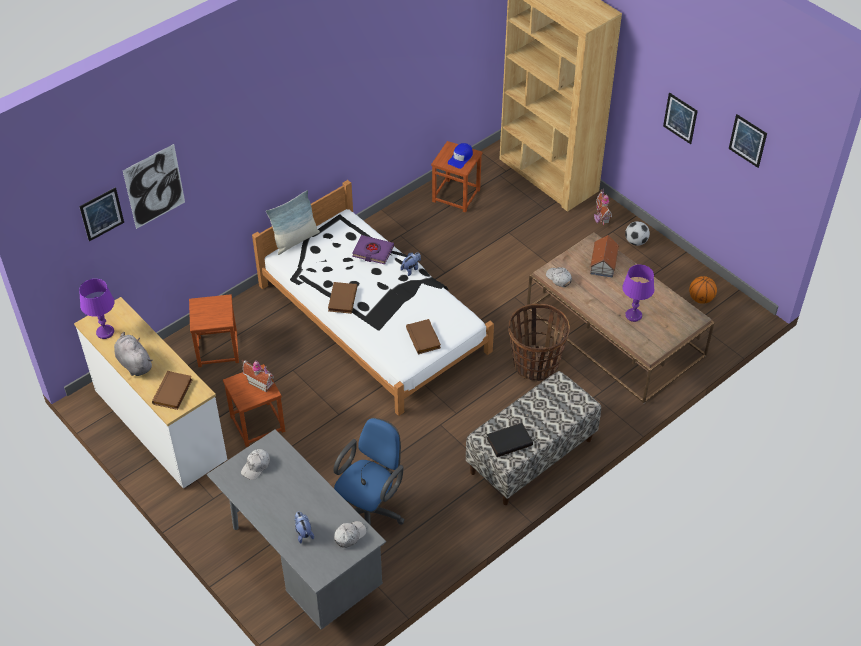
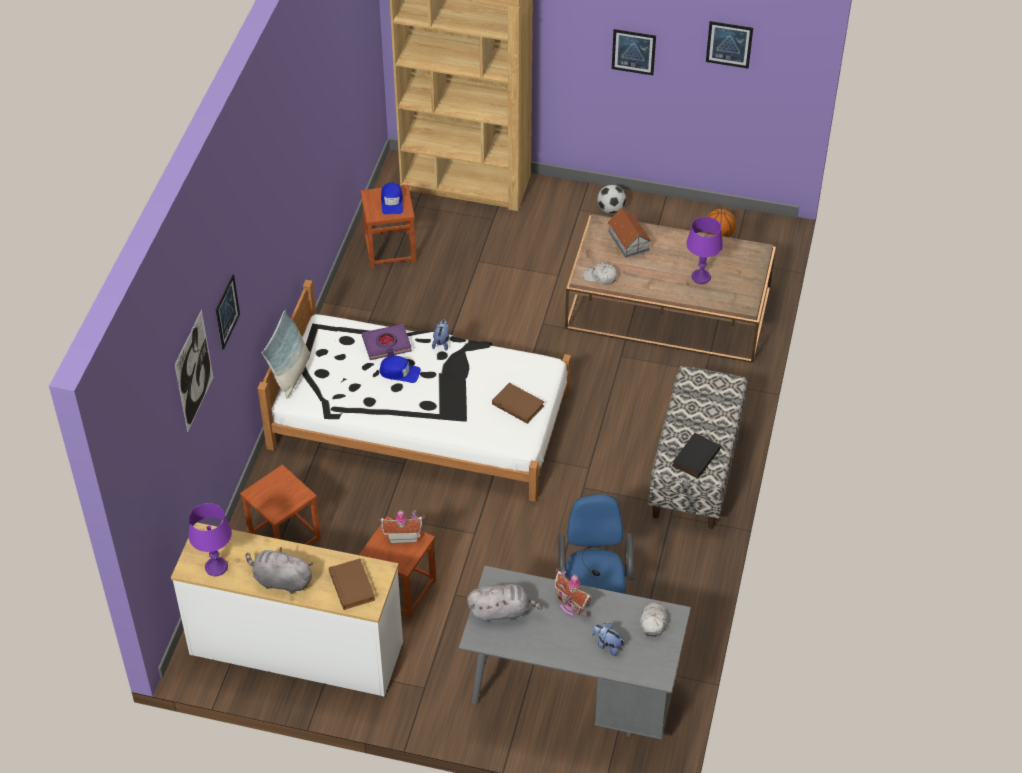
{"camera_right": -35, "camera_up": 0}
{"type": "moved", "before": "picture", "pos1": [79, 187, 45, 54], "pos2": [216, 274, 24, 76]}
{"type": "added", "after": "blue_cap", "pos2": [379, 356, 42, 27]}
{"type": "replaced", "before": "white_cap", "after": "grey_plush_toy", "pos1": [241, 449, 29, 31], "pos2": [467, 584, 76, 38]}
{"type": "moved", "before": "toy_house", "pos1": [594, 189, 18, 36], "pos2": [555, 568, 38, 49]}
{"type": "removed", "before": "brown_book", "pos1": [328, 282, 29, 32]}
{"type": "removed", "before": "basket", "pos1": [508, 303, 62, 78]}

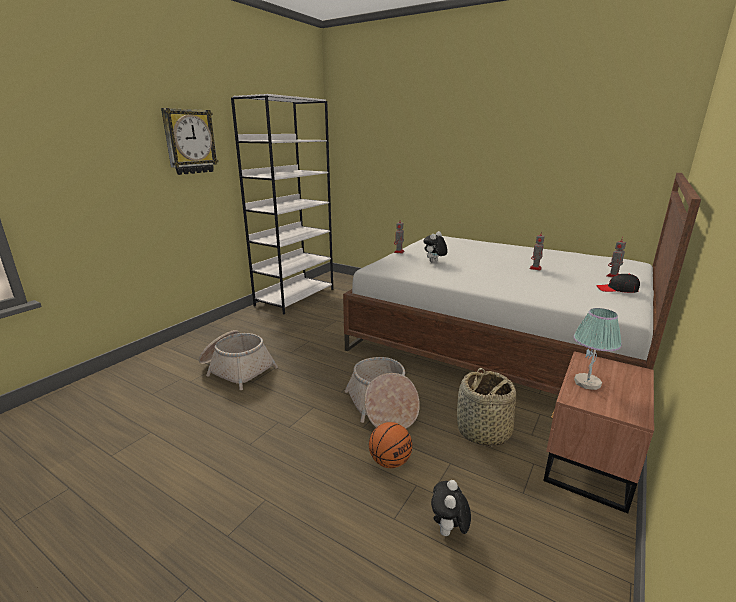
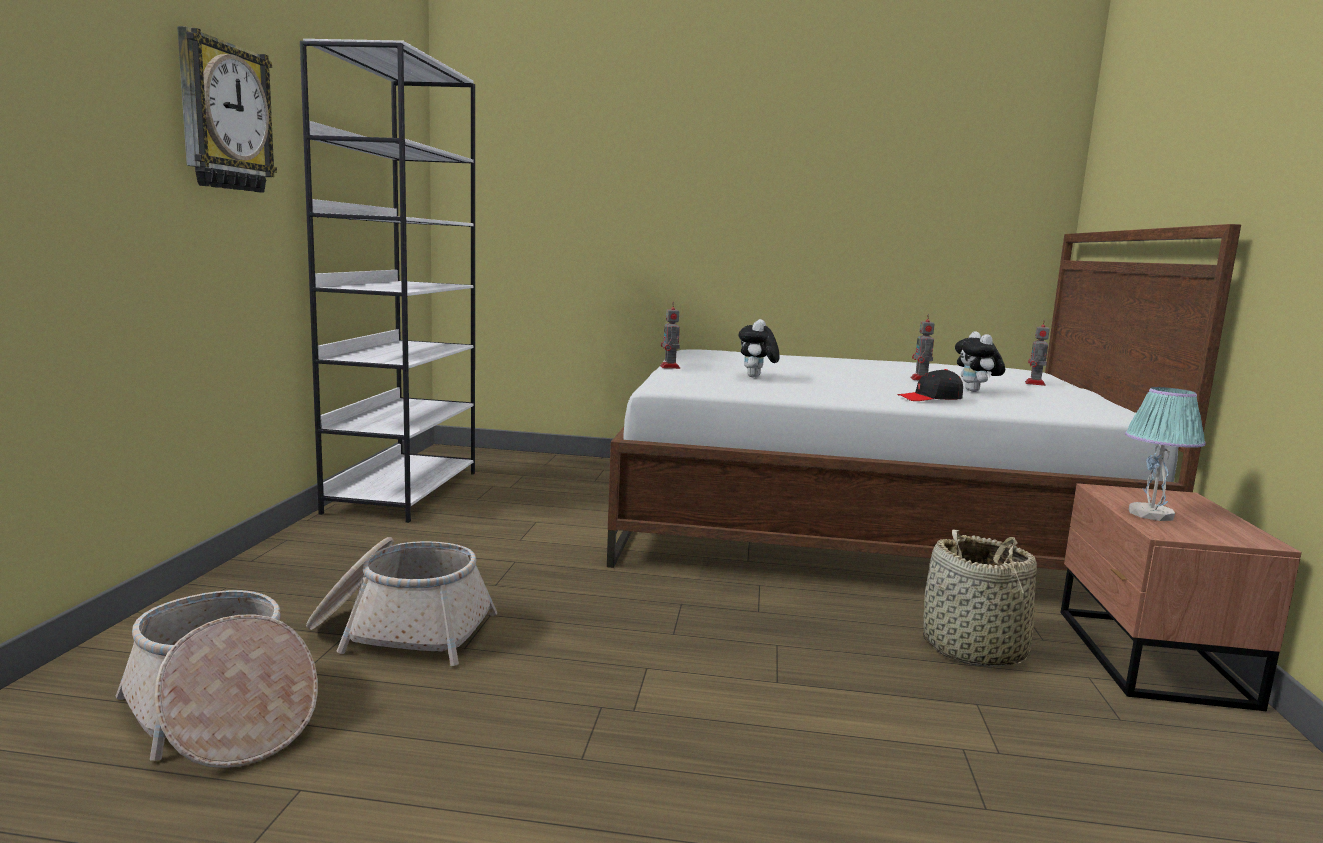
{"camera_right": -25, "camera_up": -10}
{"type": "moved", "before": "basket", "pos1": [345, 357, 75, 72], "pos2": [116, 590, 202, 178]}
{"type": "moved", "before": "black_cap", "pos1": [597, 274, 43, 19], "pos2": [897, 369, 66, 32]}
{"type": "moved", "before": "plush_toy", "pos1": [431, 480, 40, 56], "pos2": [955, 331, 50, 61]}
{"type": "removed", "before": "basketball", "pos1": [369, 422, 43, 46]}

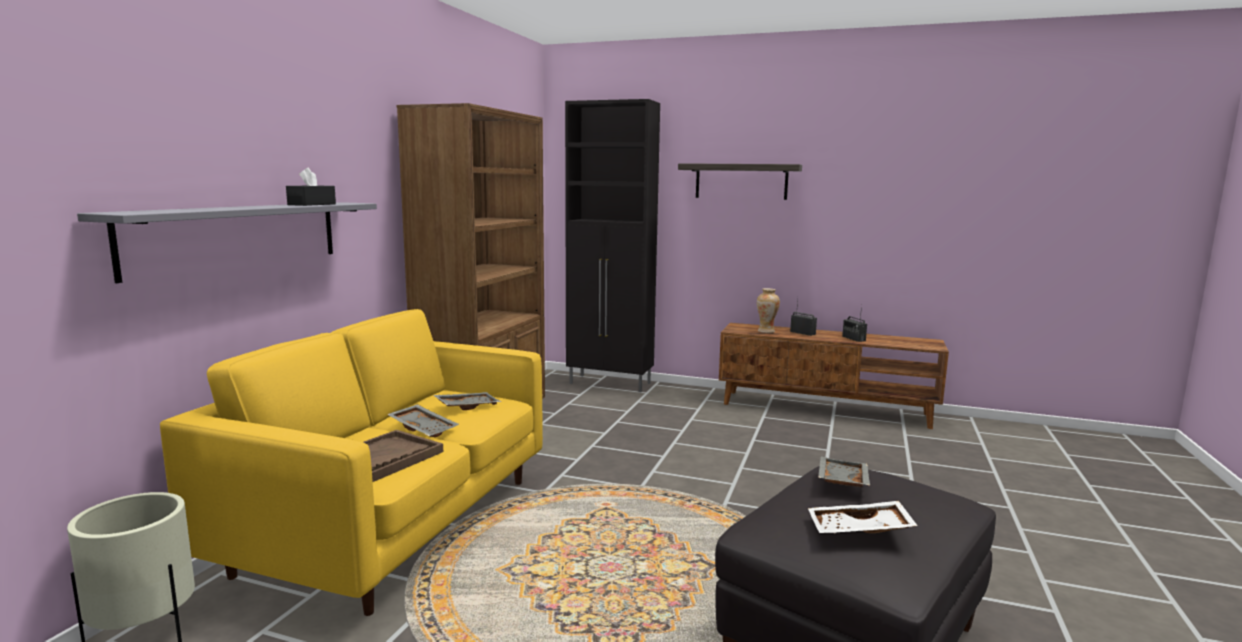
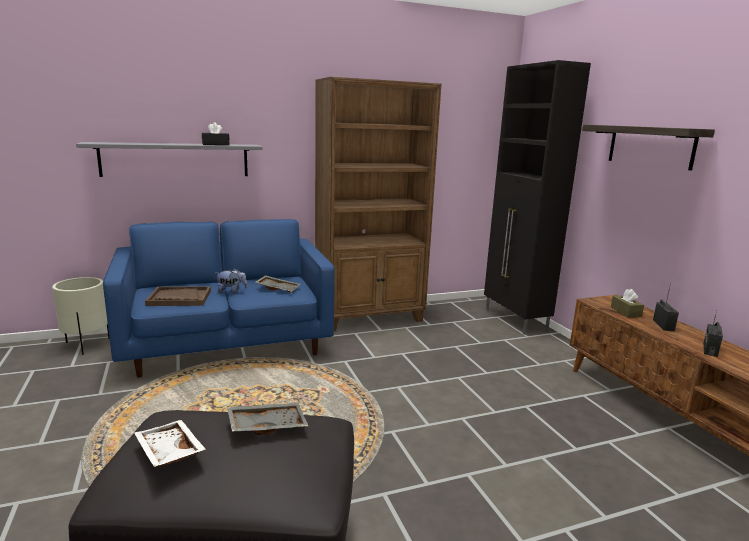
{"camera_right": 50, "camera_up": 5}
{"type": "recoloured", "before": "yellow_sofa", "after": "blue_sofa", "pos1": [160, 309, 383, 307], "pos2": [103, 219, 232, 159]}
{"type": "replaced", "before": "grey_tray", "after": "plush_toy", "pos1": [387, 404, 72, 33], "pos2": [215, 268, 33, 26]}
{"type": "replaced", "before": "vase", "after": "brown_tissue_box", "pos1": [757, 288, 23, 45], "pos2": [611, 289, 33, 28]}

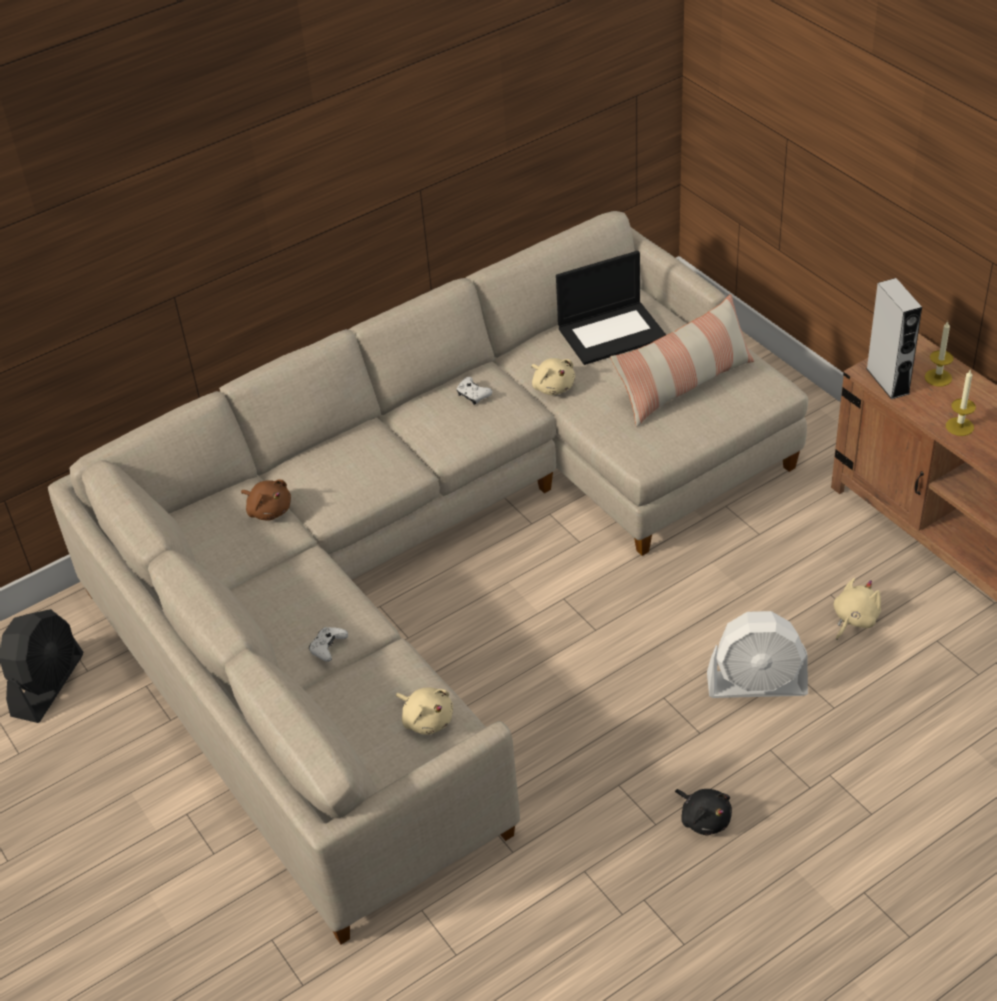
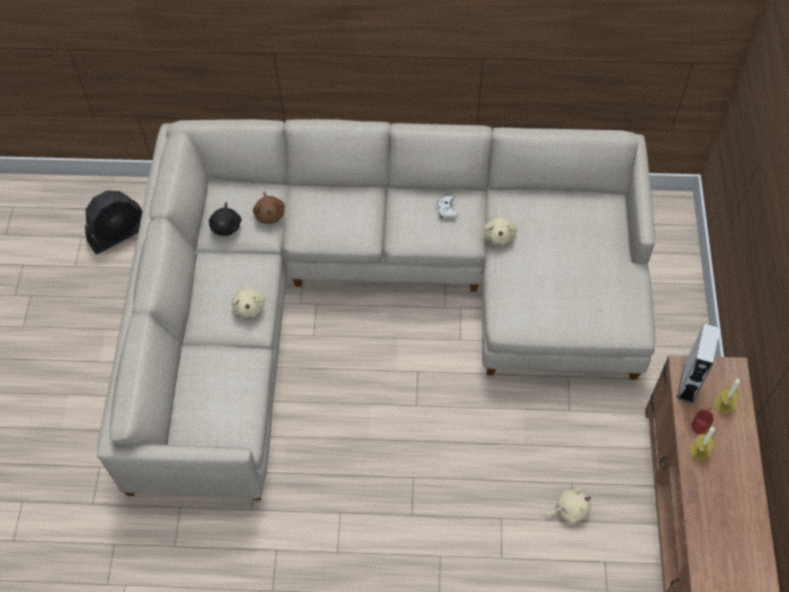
{"camera_right": 35, "camera_up": 15}
{"type": "moved", "before": "black_plush_toy", "pos1": [675, 789, 57, 46], "pos2": [209, 202, 32, 34]}
{"type": "moved", "before": "beige_plush_toy", "pos1": [396, 687, 57, 48], "pos2": [232, 282, 33, 36]}
{"type": "added", "after": "red_mug", "pos2": [691, 408, 23, 26]}
{"type": "removed", "before": "white_game_controller", "pos1": [309, 627, 39, 35]}
{"type": "removed", "before": "laptop", "pos1": [556, 251, 110, 114]}
{"type": "removed", "before": "pillow", "pos1": [610, 294, 144, 133]}
{"type": "removed", "before": "white_fan", "pos1": [707, 611, 101, 87]}

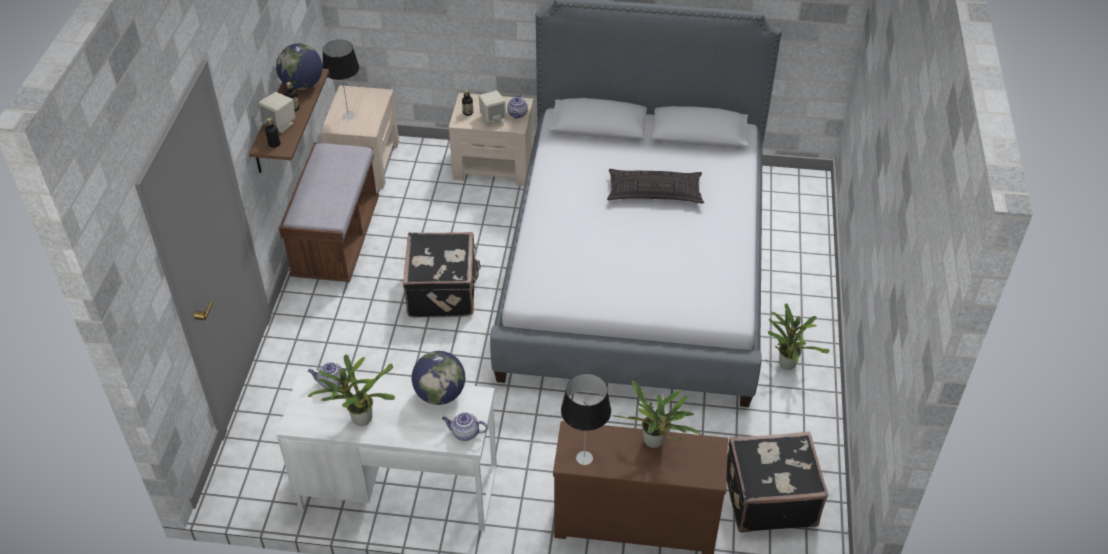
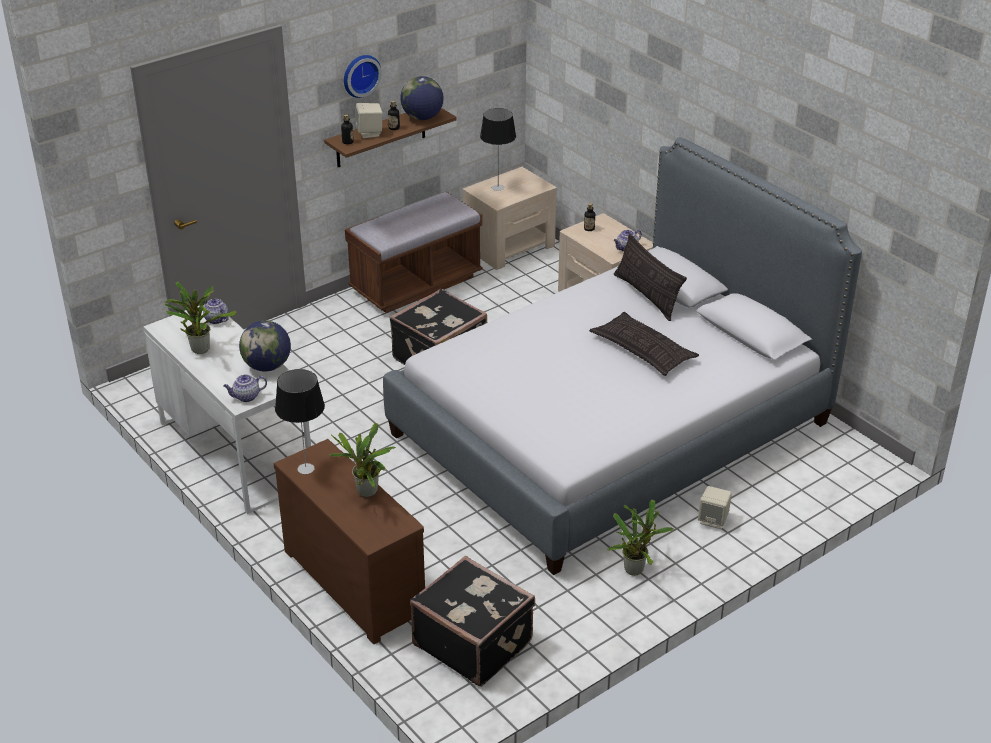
{"camera_right": 45, "camera_up": -10}
{"type": "turned", "before": "teapot", "pos1": [442, 412, 46, 29], "pos2": [223, 375, 44, 27], "turn": -75}
{"type": "added", "after": "wall_clock", "pos2": [344, 55, 38, 43]}
{"type": "added", "after": "pillow", "pos2": [614, 233, 73, 88]}
{"type": "moved", "before": "beige_speaker", "pos1": [479, 91, 27, 35], "pos2": [698, 486, 34, 43]}

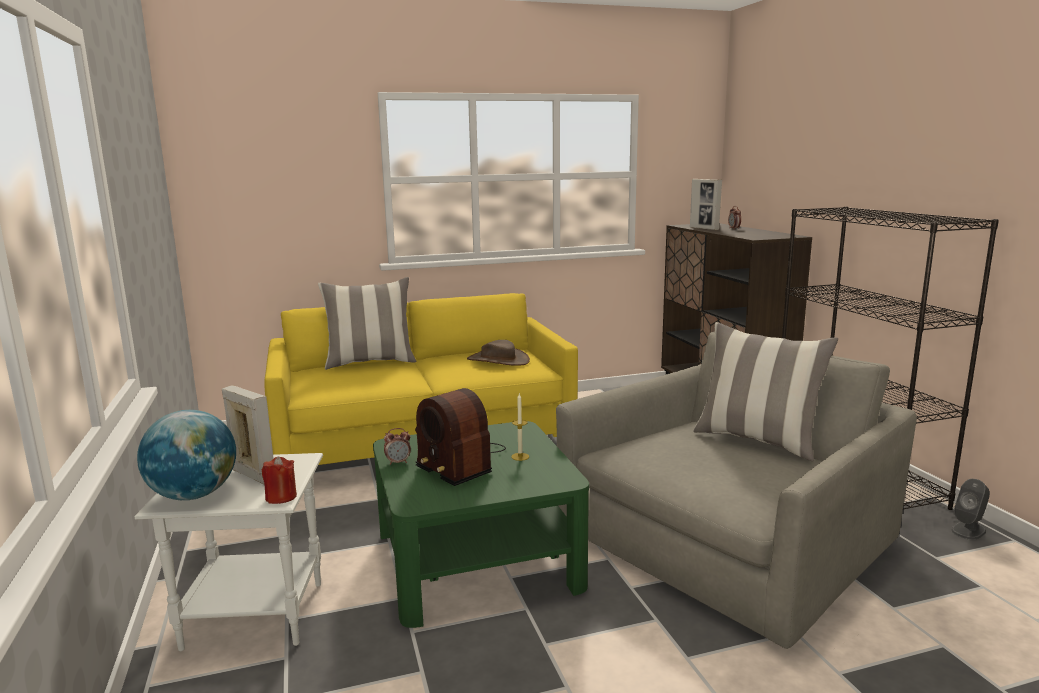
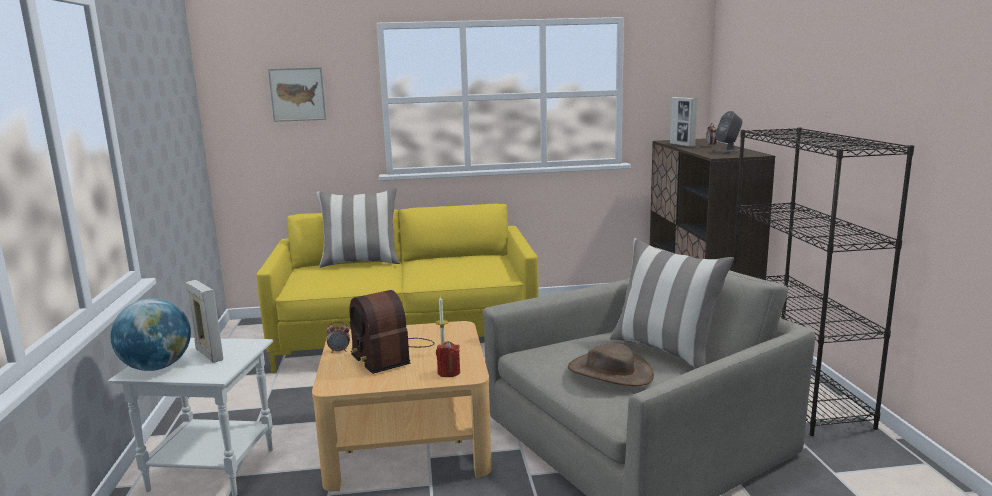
{"camera_right": 10, "camera_up": 0}
{"type": "added", "after": "picture", "pos2": [268, 67, 58, 55]}
{"type": "recoloured", "before": "green_coffee_table", "after": "beige_coffee_table", "pos1": [373, 421, 216, 207], "pos2": [312, 321, 180, 170]}
{"type": "moved", "before": "red_candle", "pos1": [262, 456, 35, 48], "pos2": [436, 341, 24, 36]}
{"type": "moved", "before": "brown_hat", "pos1": [467, 340, 63, 26], "pos2": [568, 343, 86, 43]}
{"type": "moved", "before": "grey_speaker", "pos1": [951, 479, 39, 61], "pos2": [716, 111, 27, 42]}

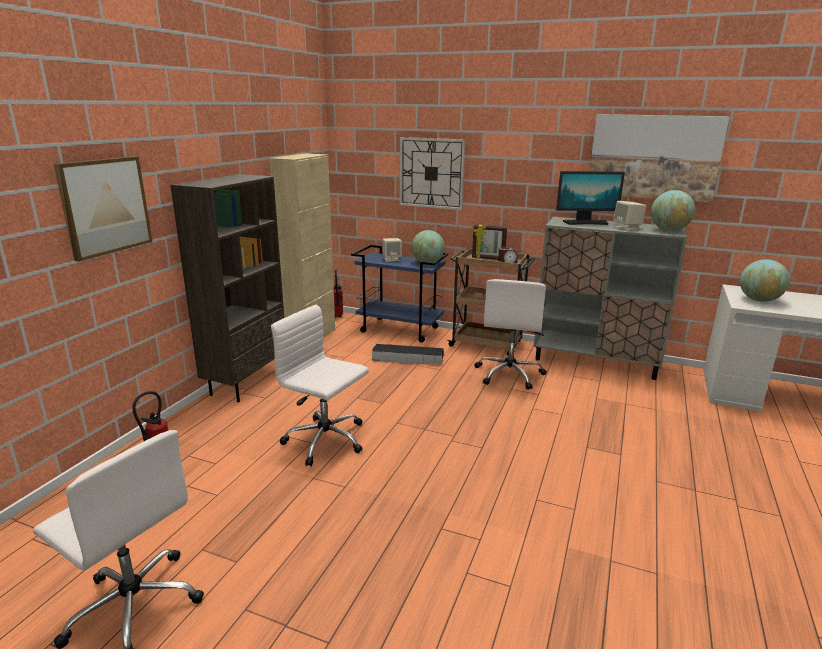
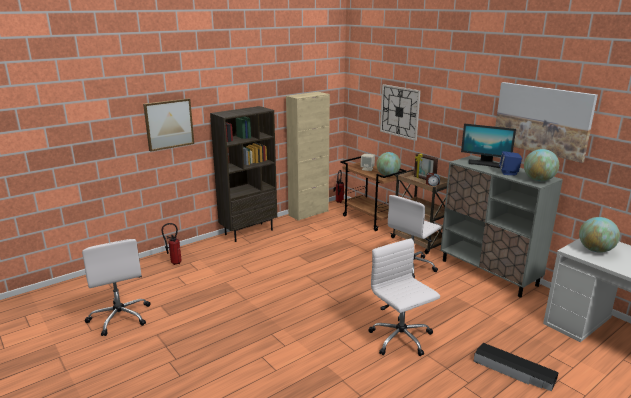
{"camera_right": 30, "camera_up": 0}
{"type": "recoloured", "before": "blue_cart", "after": "brown_cart", "pos1": [351, 245, 98, 98], "pos2": [340, 156, 66, 75]}
{"type": "moved", "before": "white_office_chair", "pos1": [271, 305, 98, 161], "pos2": [368, 238, 72, 118]}
{"type": "moved", "before": "black_storage_box", "pos1": [372, 344, 72, 20], "pos2": [474, 343, 85, 48]}
{"type": "recoloured", "before": "beige_speaker", "after": "blue_speaker", "pos1": [613, 201, 33, 29], "pos2": [499, 151, 23, 24]}

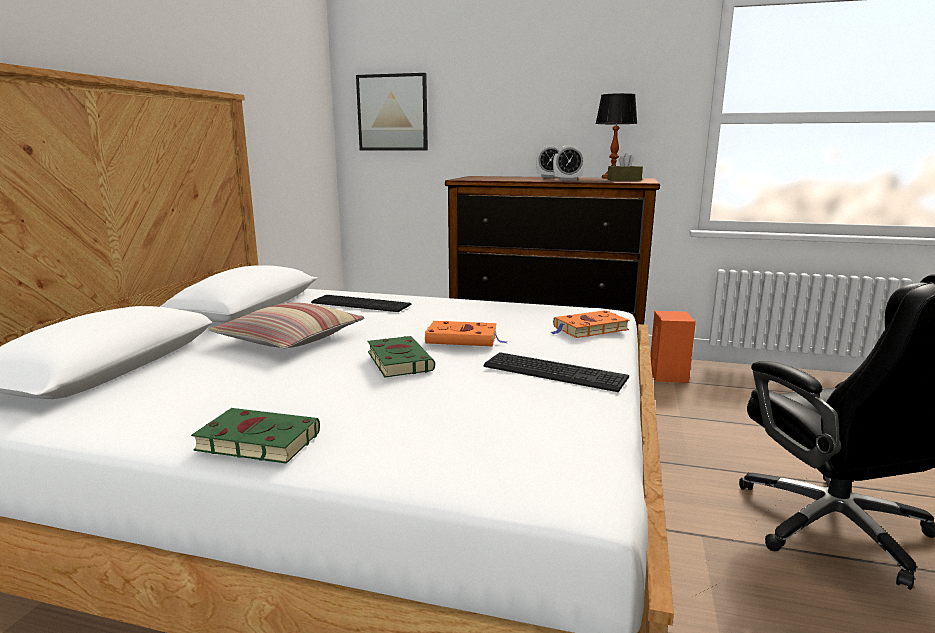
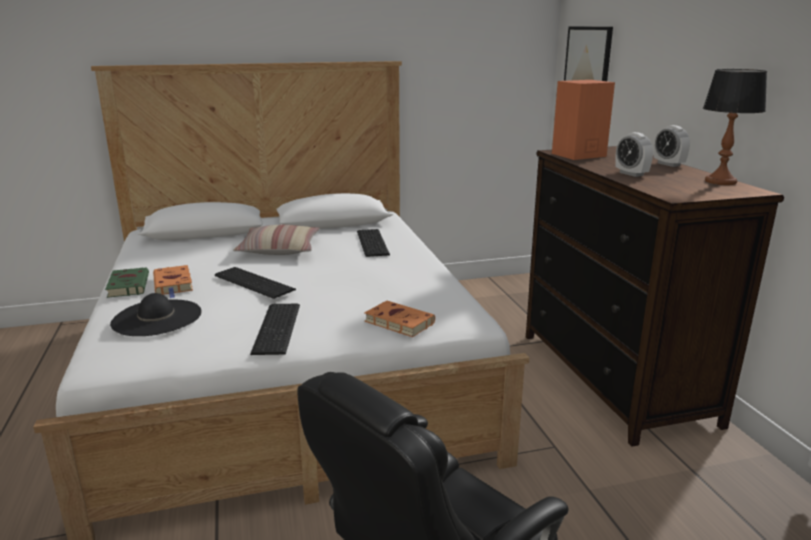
{"camera_right": 60, "camera_up": 5}
{"type": "added", "after": "black_hat", "pos2": [110, 293, 92, 43]}
{"type": "moved", "before": "orange_book", "pos1": [425, 321, 82, 25], "pos2": [153, 265, 40, 33]}
{"type": "replaced", "before": "green_book", "after": "keyboard", "pos1": [368, 336, 67, 41], "pos2": [215, 267, 81, 32]}
{"type": "moved", "before": "orange_speaker", "pos1": [650, 311, 46, 72], "pos2": [552, 80, 63, 80]}
{"type": "removed", "before": "brown_tissue_box", "pos1": [607, 153, 36, 28]}

